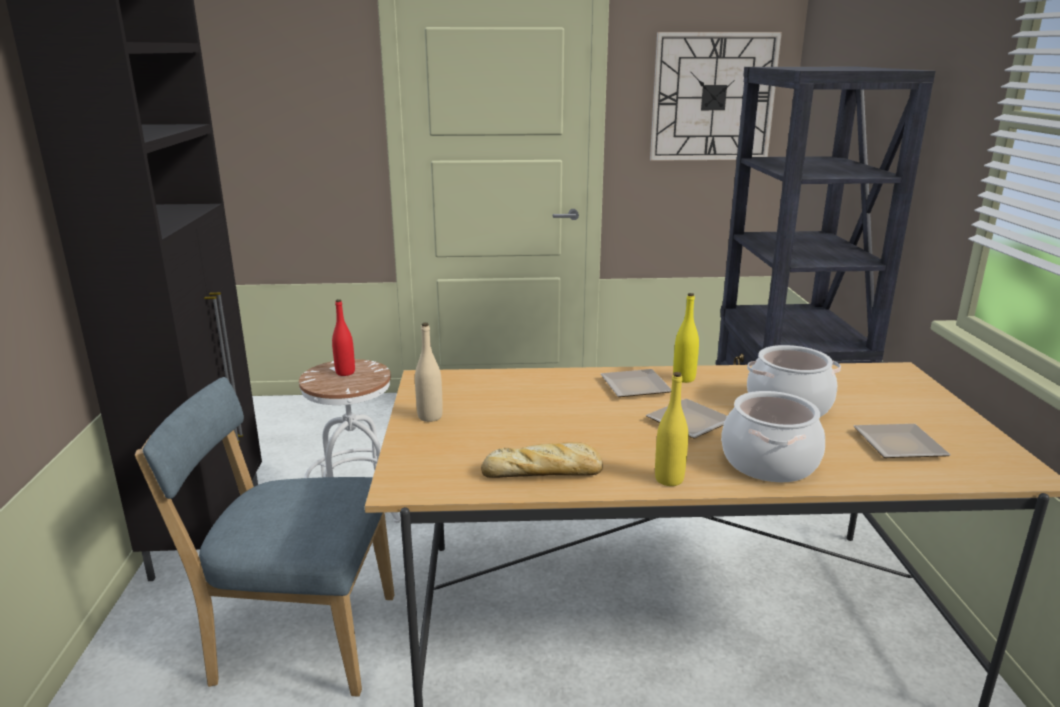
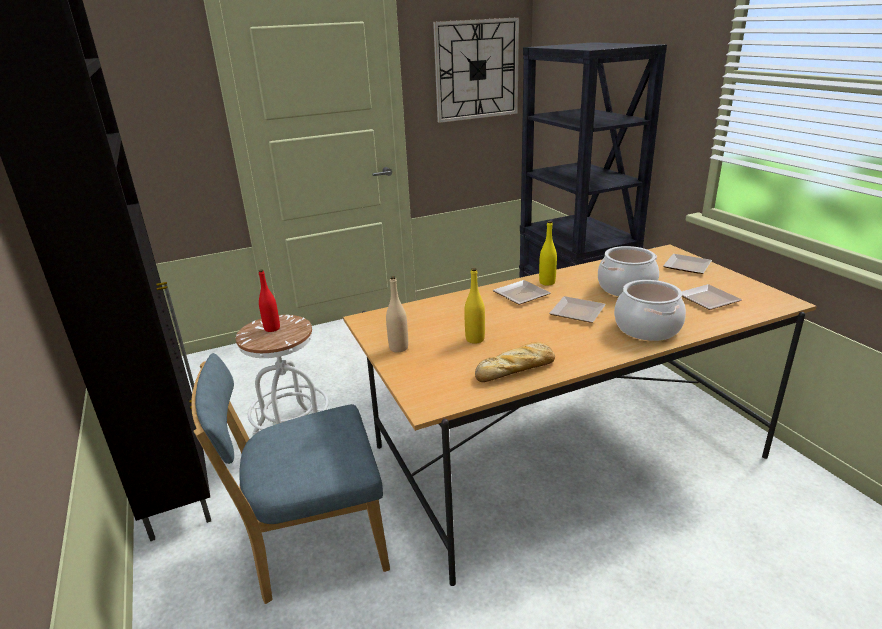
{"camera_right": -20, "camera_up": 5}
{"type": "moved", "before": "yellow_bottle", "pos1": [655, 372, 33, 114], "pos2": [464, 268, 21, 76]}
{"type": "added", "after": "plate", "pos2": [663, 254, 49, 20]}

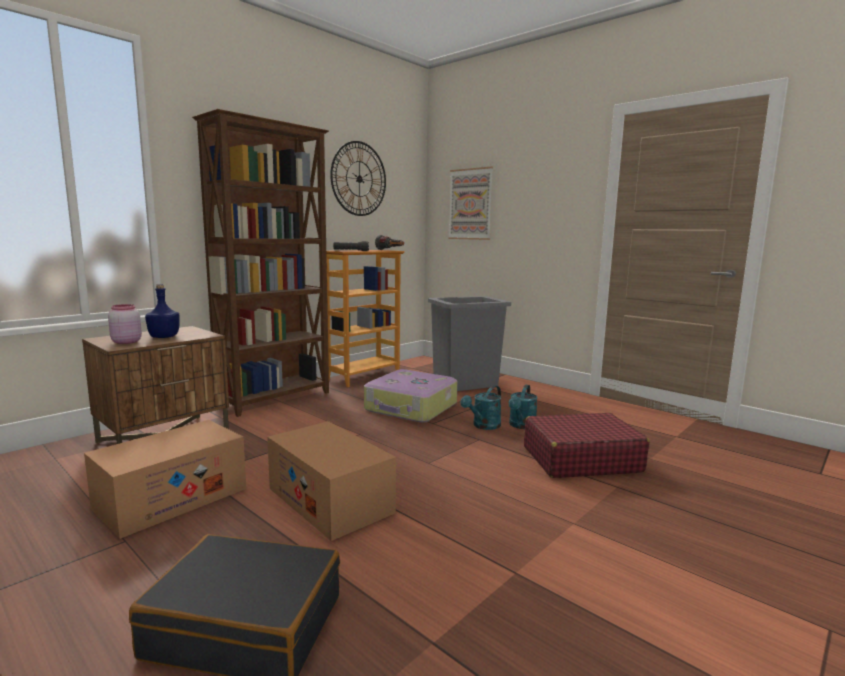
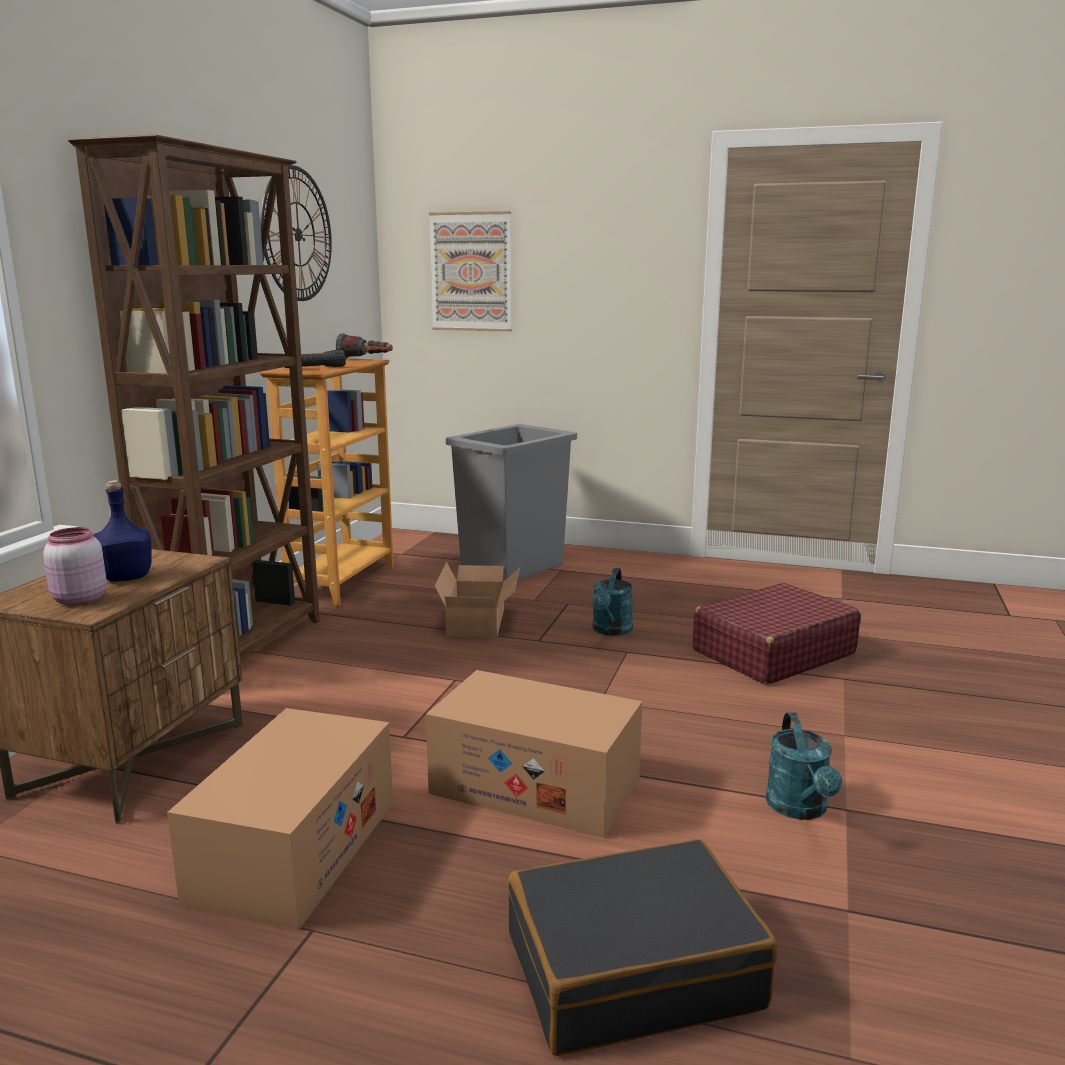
{"camera_right": -25, "camera_up": 5}
{"type": "replaced", "before": "suitcase", "after": "cardboard_box", "pos1": [364, 369, 94, 54], "pos2": [435, 561, 85, 77]}
{"type": "moved", "before": "turquoise_watering_can", "pos1": [509, 385, 29, 44], "pos2": [766, 712, 76, 108]}

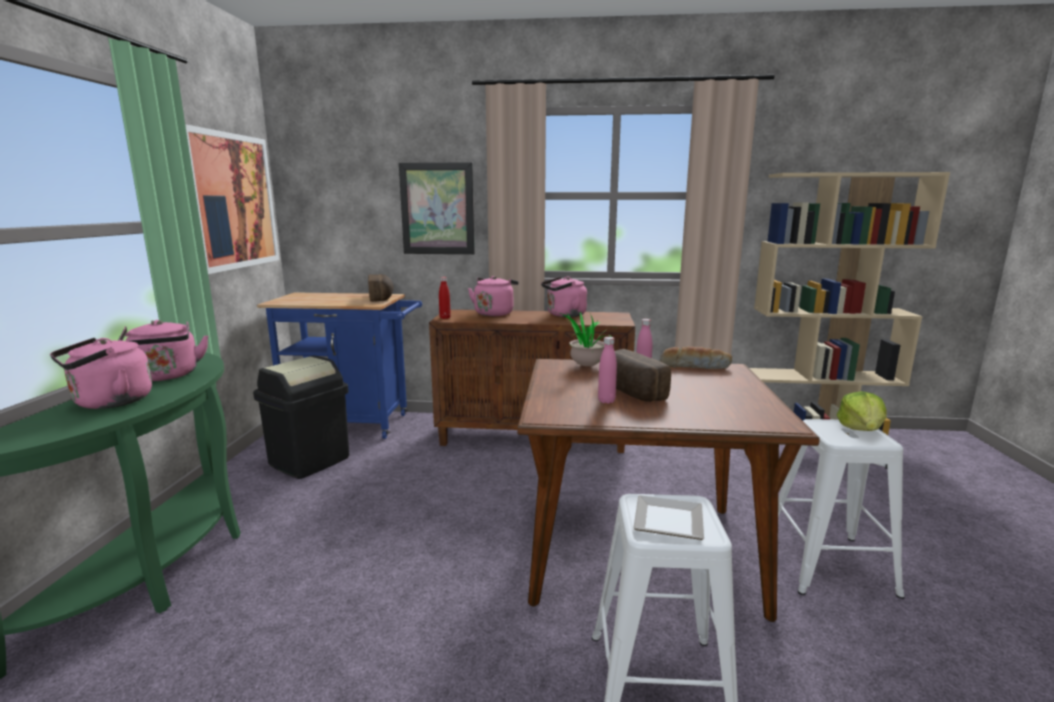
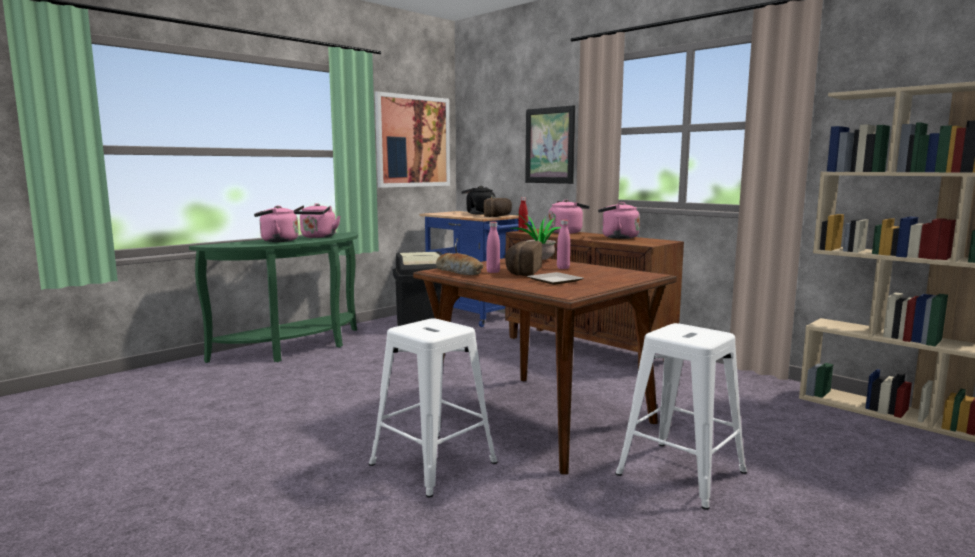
{"camera_right": 40, "camera_up": -5}
{"type": "moved", "before": "bread", "pos1": [660, 346, 72, 23], "pos2": [436, 253, 47, 22]}
{"type": "added", "after": "black_kettle", "pos2": [461, 186, 34, 29]}
{"type": "moved", "before": "plate", "pos1": [633, 495, 71, 45], "pos2": [527, 272, 57, 13]}
{"type": "removed", "before": "lettuce", "pos1": [837, 391, 50, 40]}

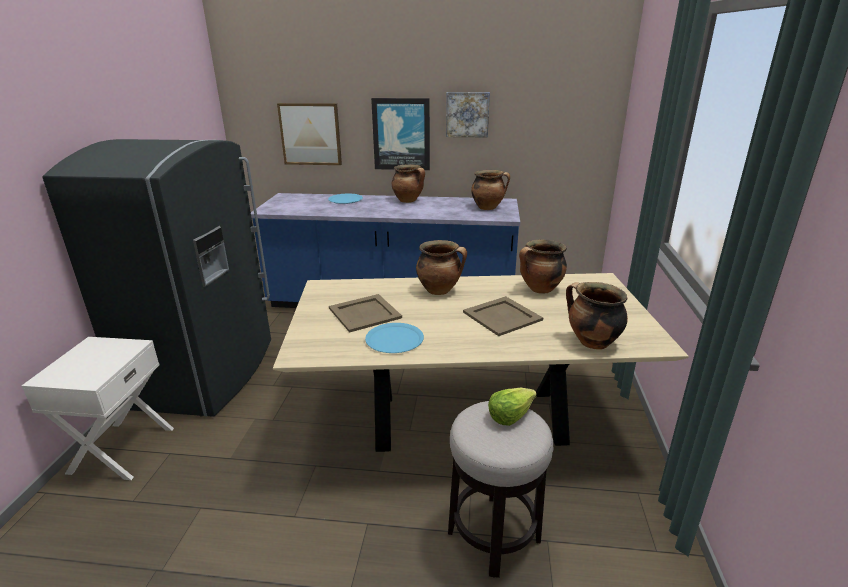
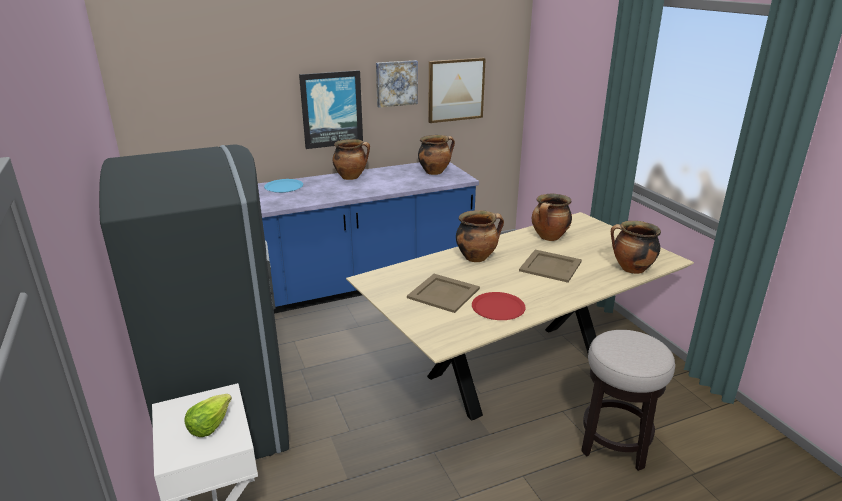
{"camera_right": -30, "camera_up": 0}
{"type": "moved", "before": "lettuce", "pos1": [488, 387, 49, 39], "pos2": [184, 394, 48, 43]}
{"type": "moved", "before": "picture", "pos1": [277, 103, 65, 62], "pos2": [428, 58, 58, 65]}
{"type": "recoloured", "before": "blue_plate", "after": "red_plate", "pos1": [365, 323, 59, 30], "pos2": [472, 292, 54, 28]}

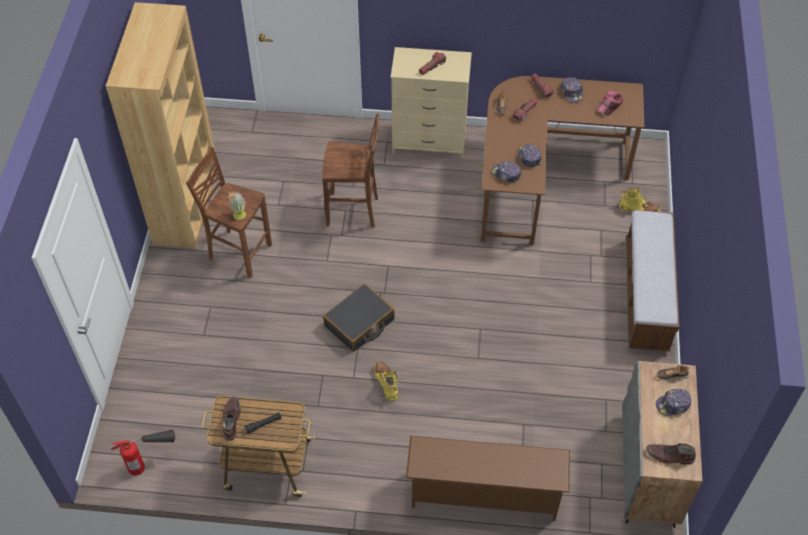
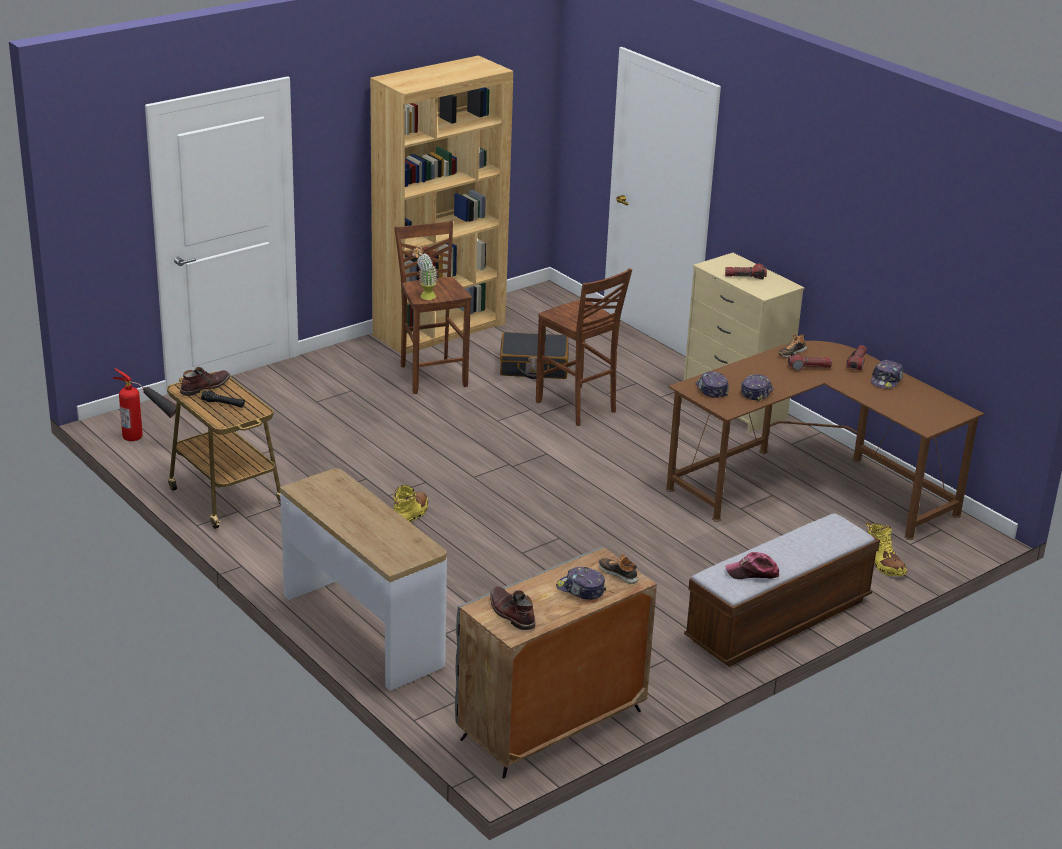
{"camera_right": 45, "camera_up": -25}
{"type": "replaced", "before": "brown_shoe_rack", "after": "console_table", "pos1": [406, 436, 164, 85], "pos2": [280, 468, 167, 223]}
{"type": "moved", "before": "black_suitcase", "pos1": [323, 284, 72, 68], "pos2": [500, 332, 69, 47]}
{"type": "moved", "before": "cap", "pos1": [597, 91, 26, 25], "pos2": [725, 552, 54, 27]}

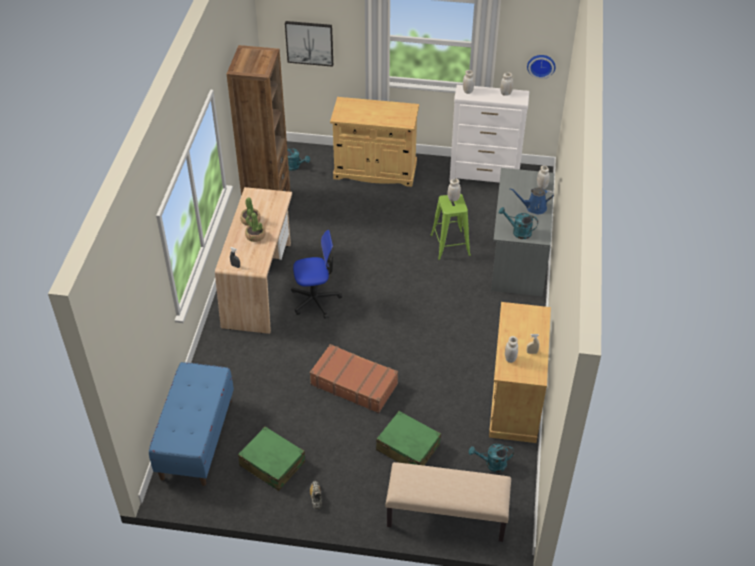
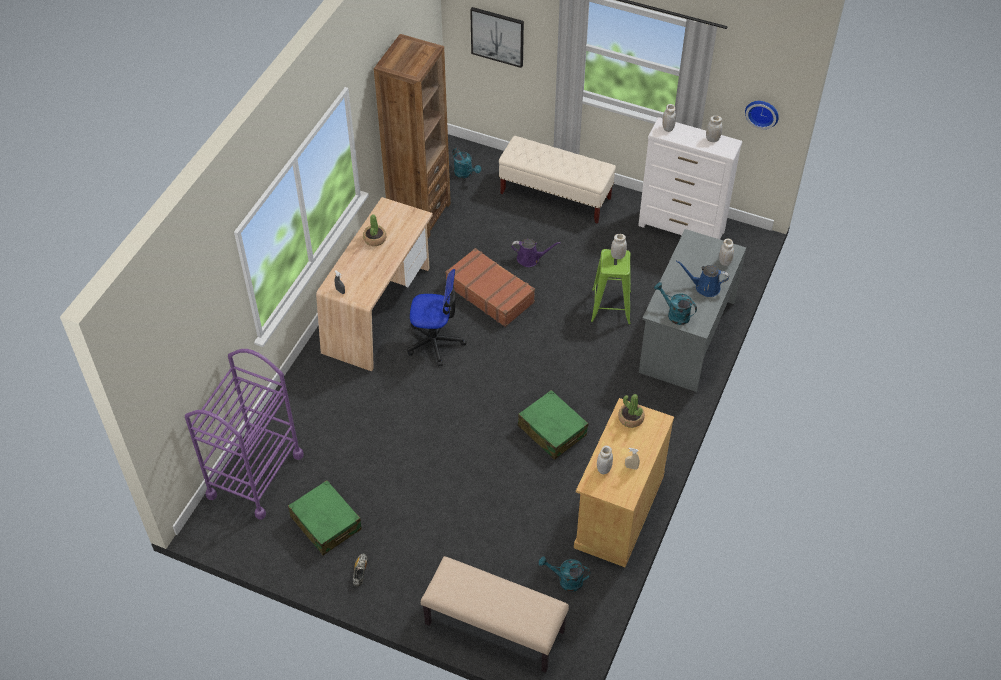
{"camera_right": 15, "camera_up": 5}
{"type": "replaced", "before": "blue_bench", "after": "purple_cart", "pos1": [149, 362, 85, 124], "pos2": [185, 349, 119, 171]}
{"type": "moved", "before": "brown_suitcase", "pos1": [310, 344, 88, 69], "pos2": [445, 248, 90, 79]}
{"type": "replaced", "before": "beige_cabinet", "after": "beige_bench", "pos1": [330, 97, 89, 90], "pos2": [499, 136, 117, 88]}
{"type": "added", "after": "purple_watering_can", "pos2": [511, 239, 49, 28]}
{"type": "moved", "before": "green_suitcase", "pos1": [376, 411, 65, 55], "pos2": [518, 390, 70, 70]}
{"type": "moved", "before": "potted_plant", "pos1": [245, 213, 21, 29], "pos2": [618, 394, 27, 34]}

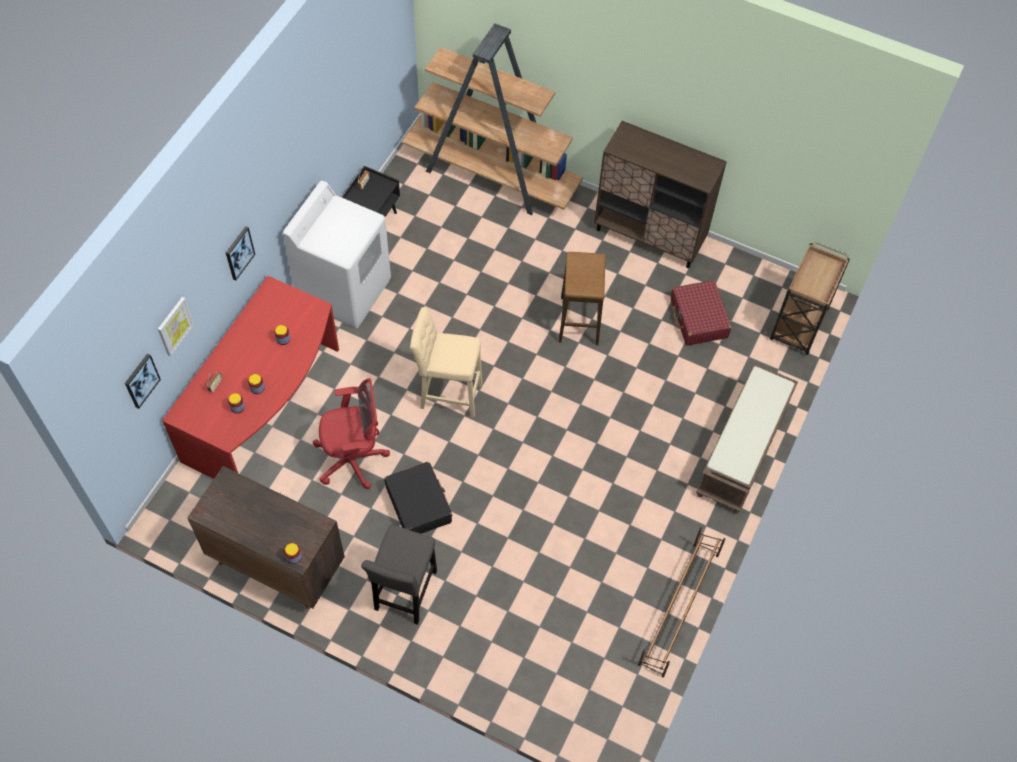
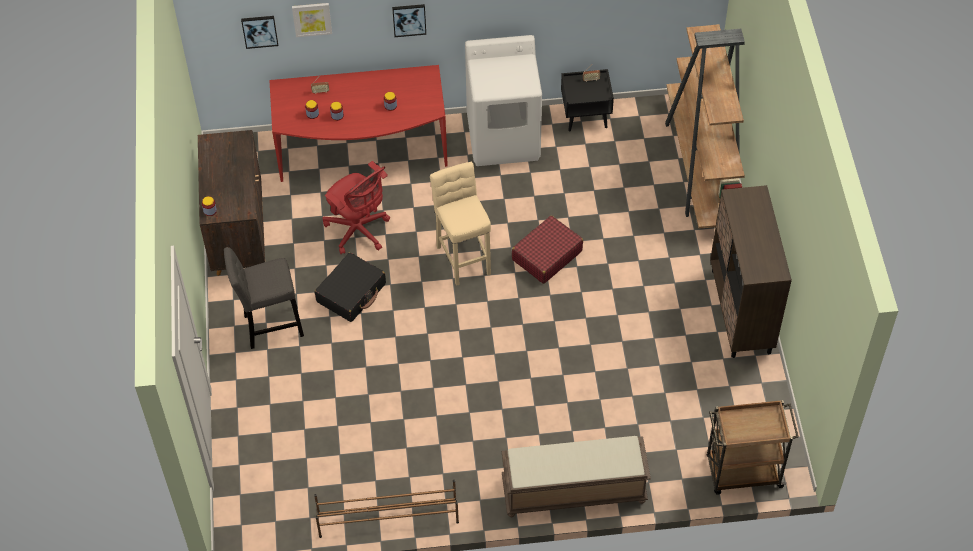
{"camera_right": 60, "camera_up": -5}
{"type": "moved", "before": "red_suitcase", "pos1": [671, 280, 61, 66], "pos2": [512, 215, 71, 69]}
{"type": "removed", "before": "stool", "pos1": [559, 252, 47, 93]}

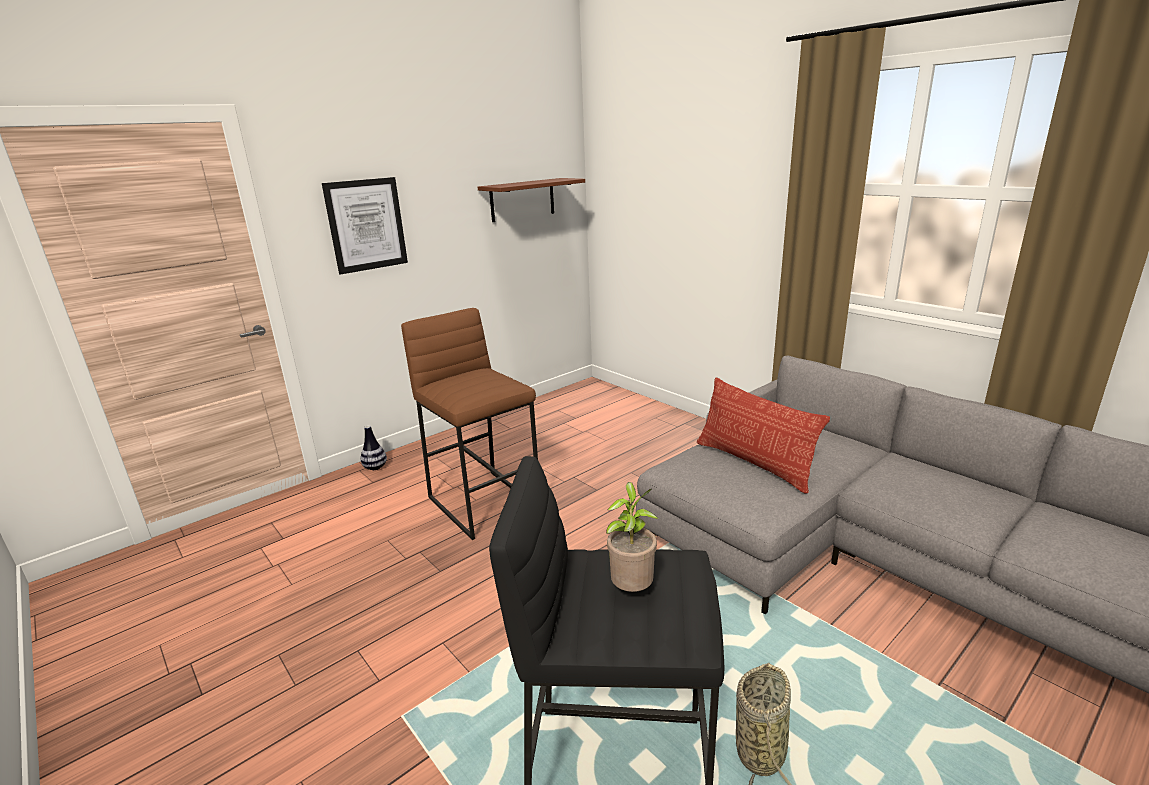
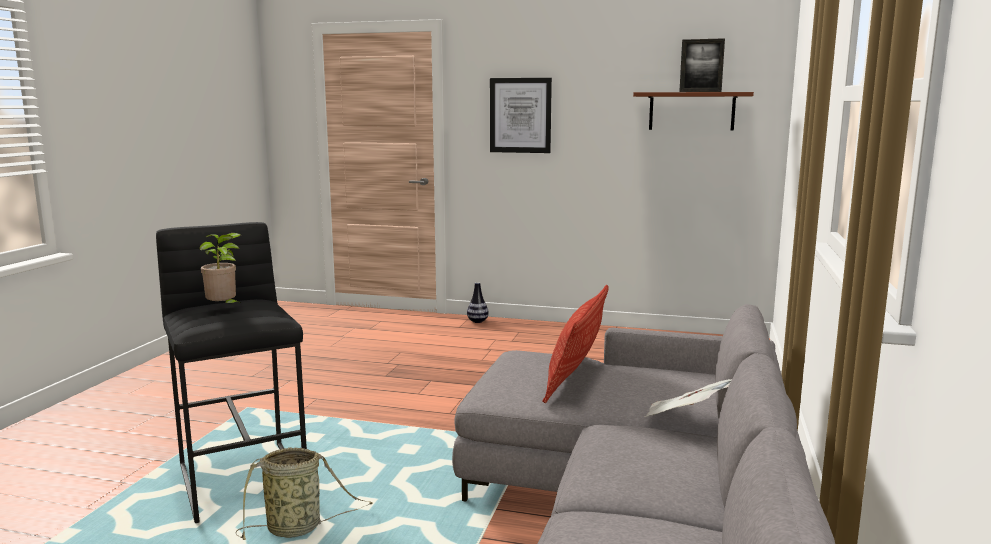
{"camera_right": 55, "camera_up": -10}
{"type": "added", "after": "newspaper", "pos2": [644, 379, 88, 38]}
{"type": "added", "after": "picture_frame", "pos2": [679, 38, 46, 54]}
{"type": "removed", "before": "brown_stool", "pos1": [401, 308, 137, 232]}

